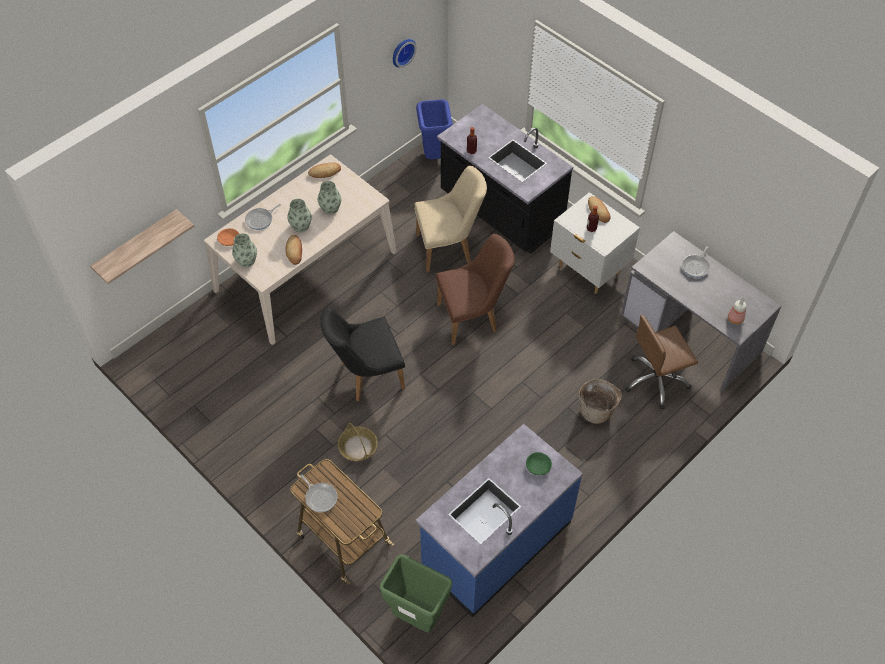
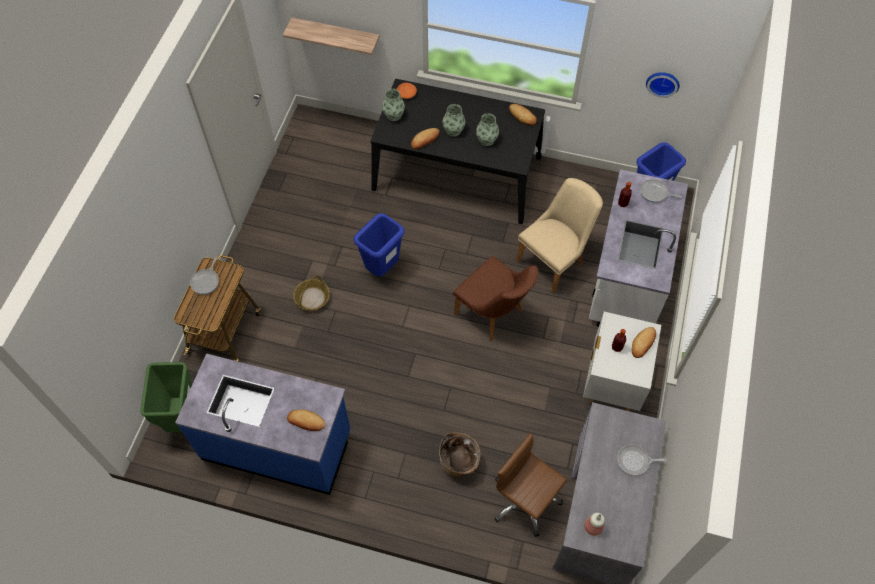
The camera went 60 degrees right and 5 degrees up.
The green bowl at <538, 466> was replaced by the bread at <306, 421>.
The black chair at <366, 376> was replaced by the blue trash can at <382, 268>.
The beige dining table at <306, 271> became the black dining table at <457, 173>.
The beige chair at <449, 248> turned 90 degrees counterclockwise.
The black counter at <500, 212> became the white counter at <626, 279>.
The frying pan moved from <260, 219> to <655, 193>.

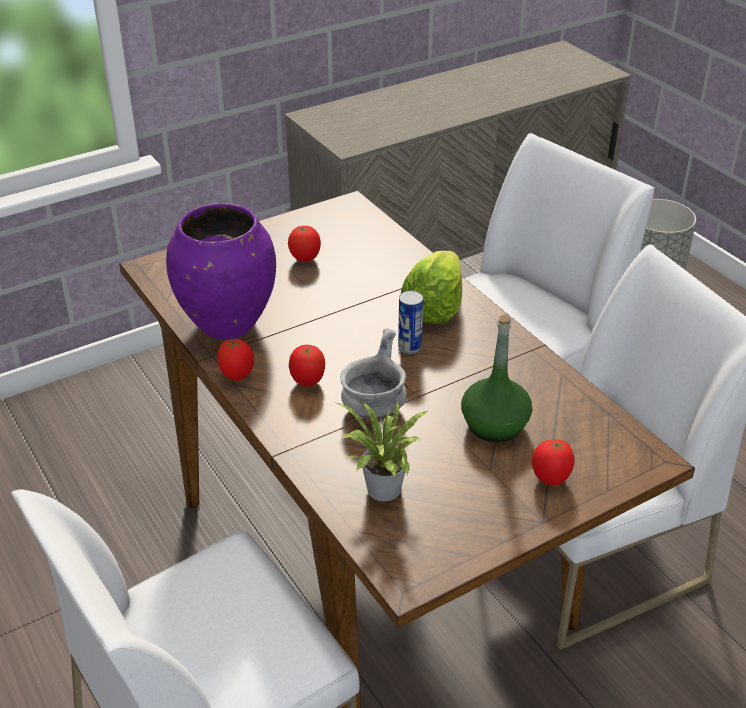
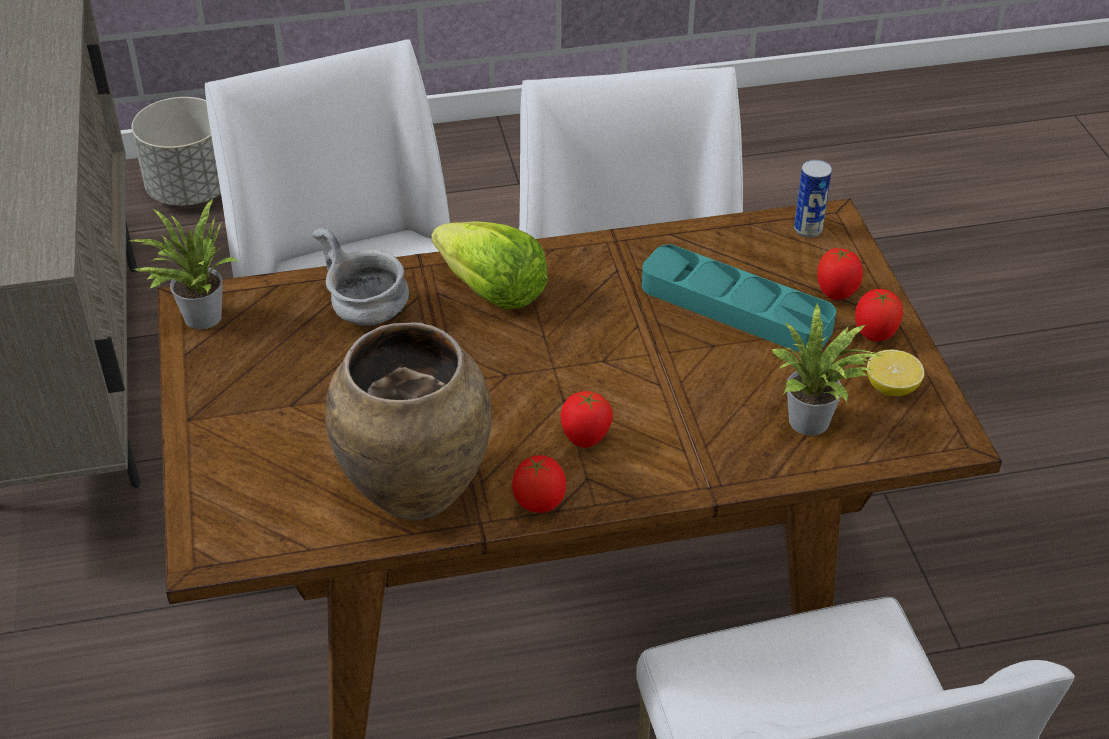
The camera went 70 degrees left and 5 degrees up.
The potted plant at <198, 316> appeared.
The grey bowl moved from <373, 406> to <367, 312>.
The purple vase at <226, 325> became the brown vase at <416, 494>.
The green bottle at <494, 425> was replaced by the turquoise tray at <735, 308>.
The can moved from <409, 347> to <808, 229>.
The tomato moved from <305, 259> to <874, 335>.
The lemon at <891, 388> appeared.

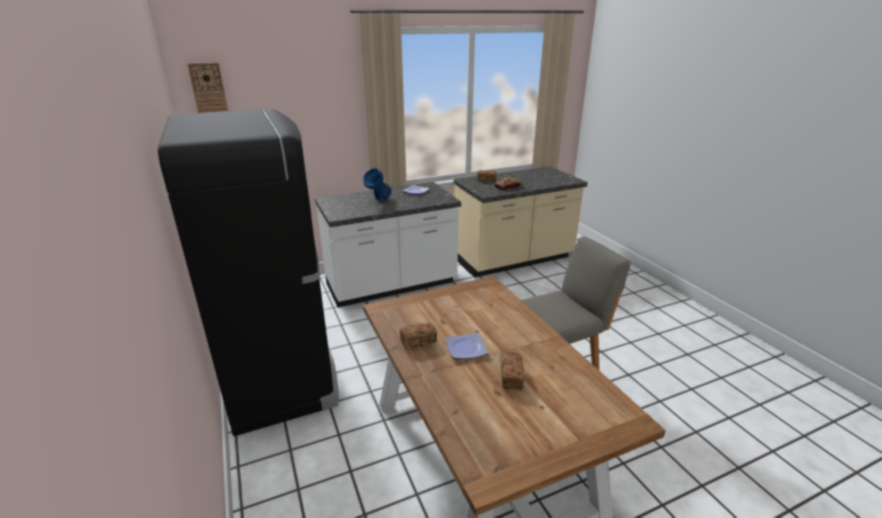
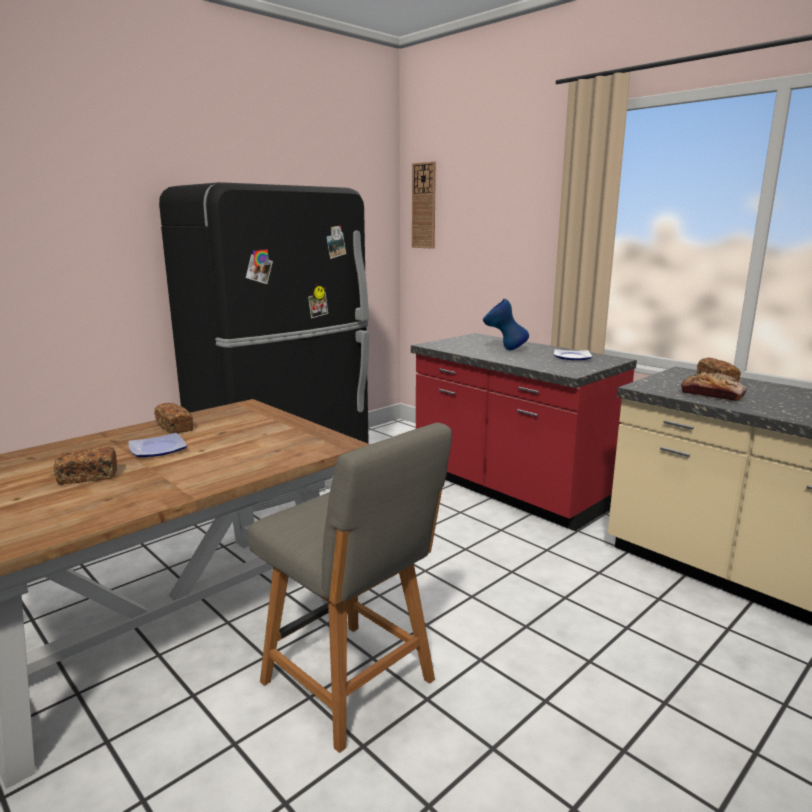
The camera went 70 degrees right and 10 degrees down.
The white counter at <391, 285> became the red counter at <510, 489>.

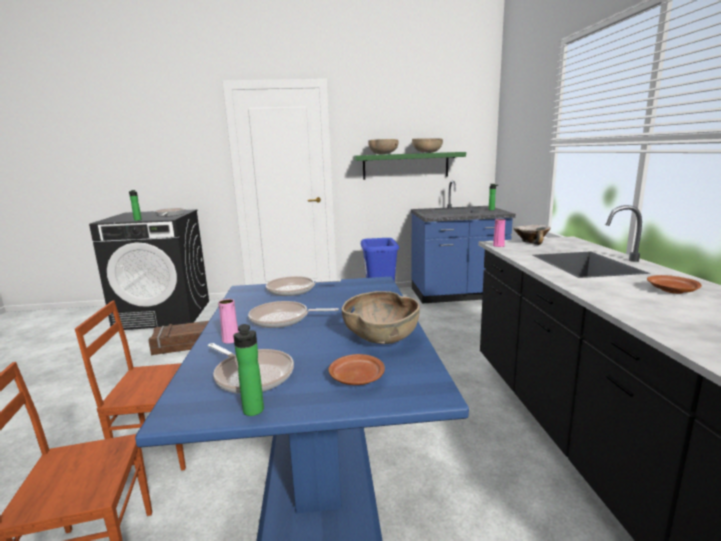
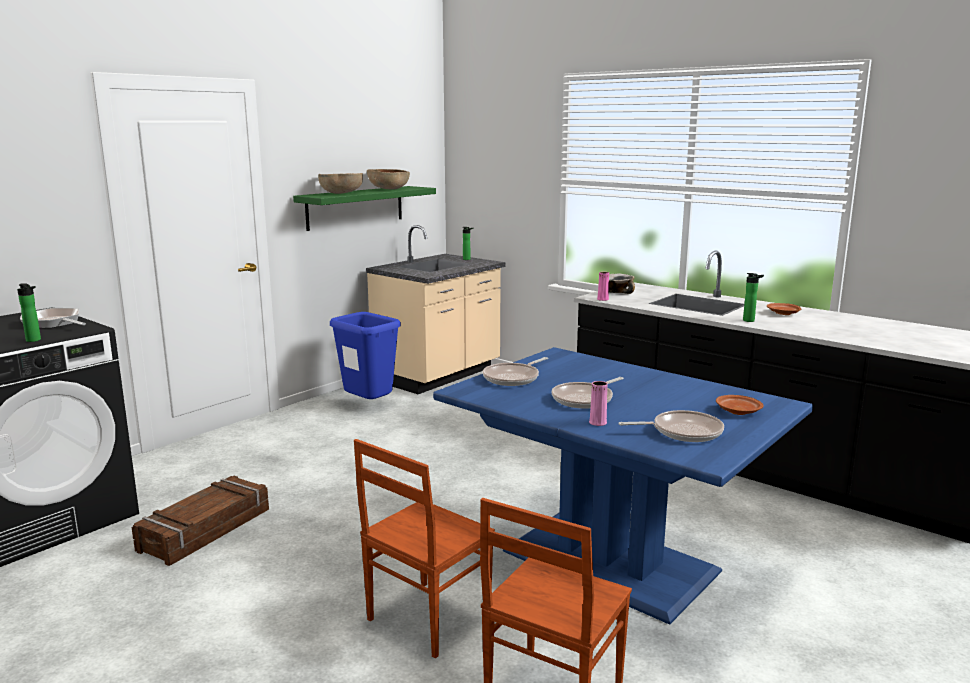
The camera went 45 degrees left and 0 degrees up.
The blue counter at <457, 294> became the beige counter at <439, 375>.
The bottle moved from <253, 412> to <750, 321>.
The brown bowl at <382, 337> disappeared.

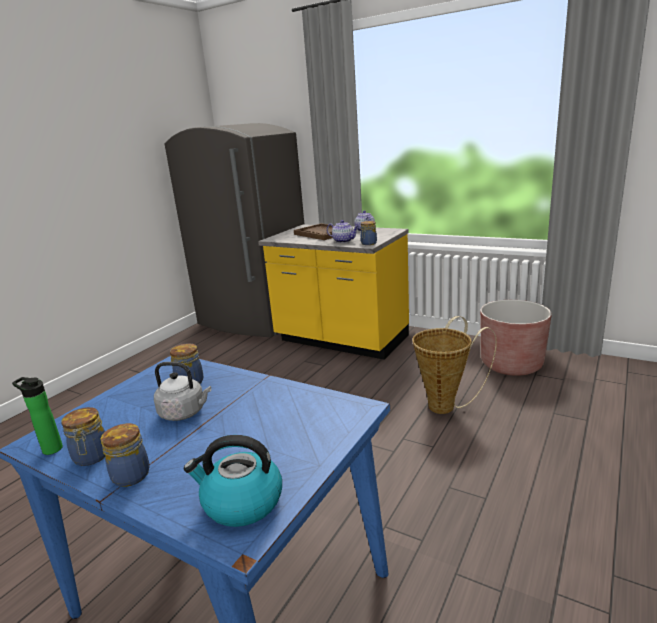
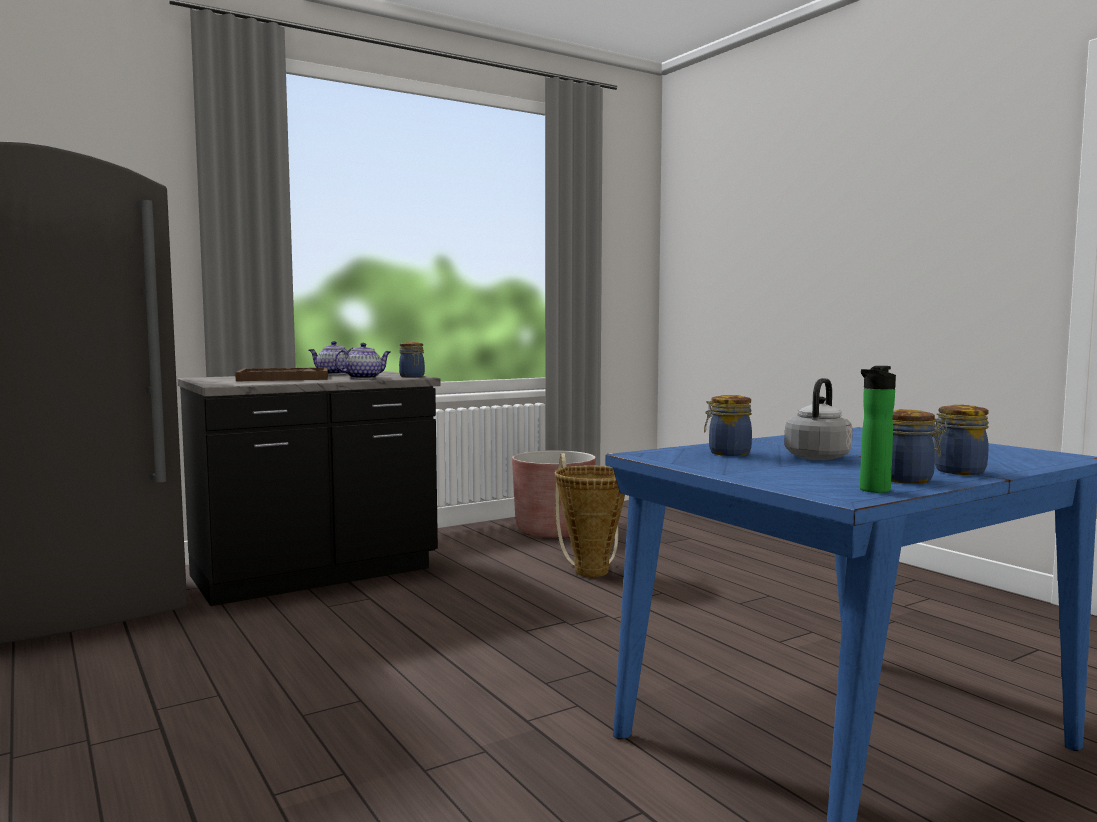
The camera went 65 degrees left and 15 degrees down.
The yellow counter at <341, 340> became the black counter at <315, 575>.
The kettle at <241, 503> disappeared.

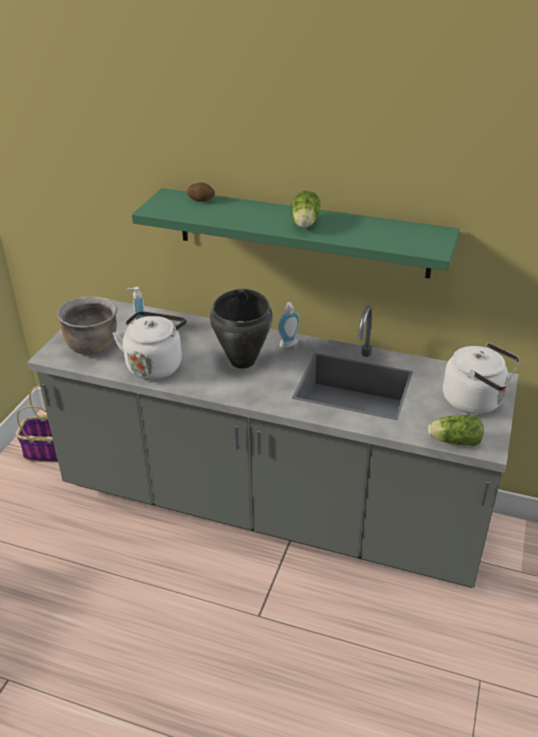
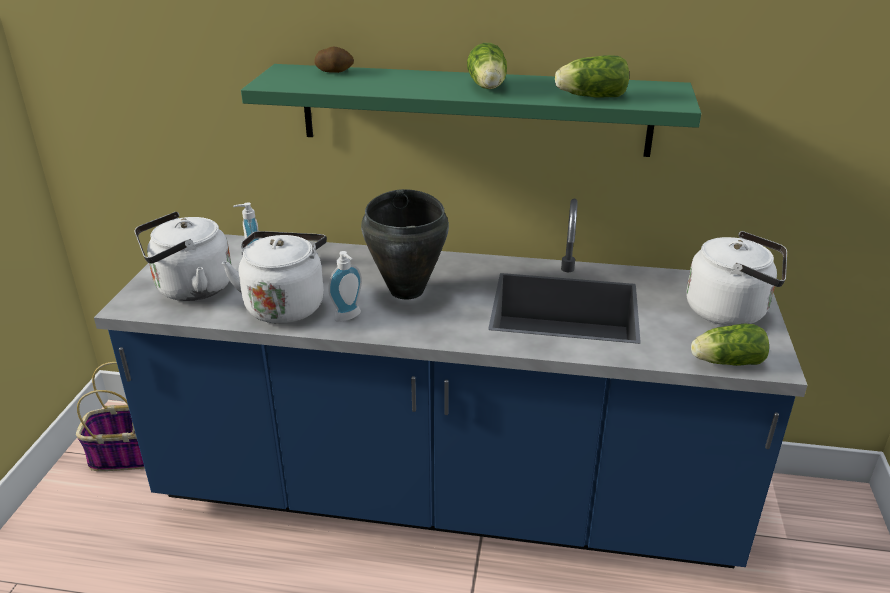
The camera went 10 degrees left and 5 degrees down.
The grey counter at <270, 508> became the blue counter at <445, 496>.
The brown cooking pot at <92, 346> was replaced by the white kettle at <189, 289>.
The soap dispenser moved from <289, 345> to <349, 317>.
The lettuce at <589, 96> appeared.

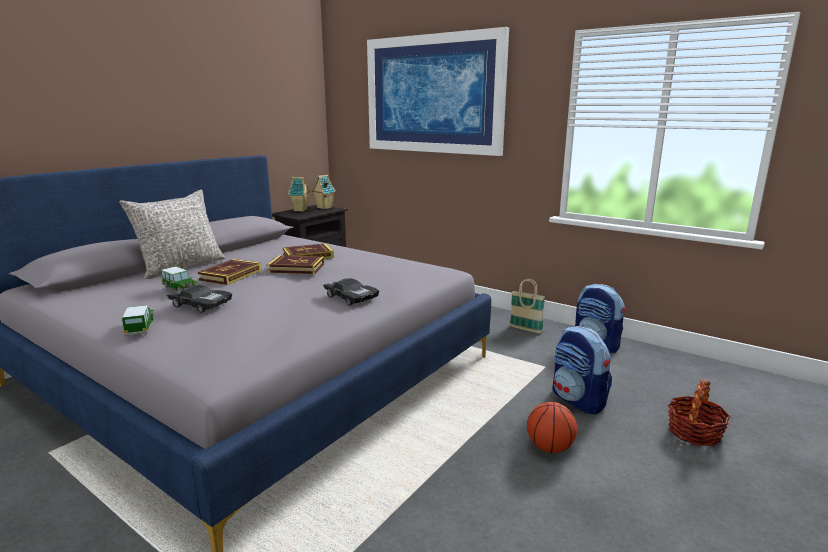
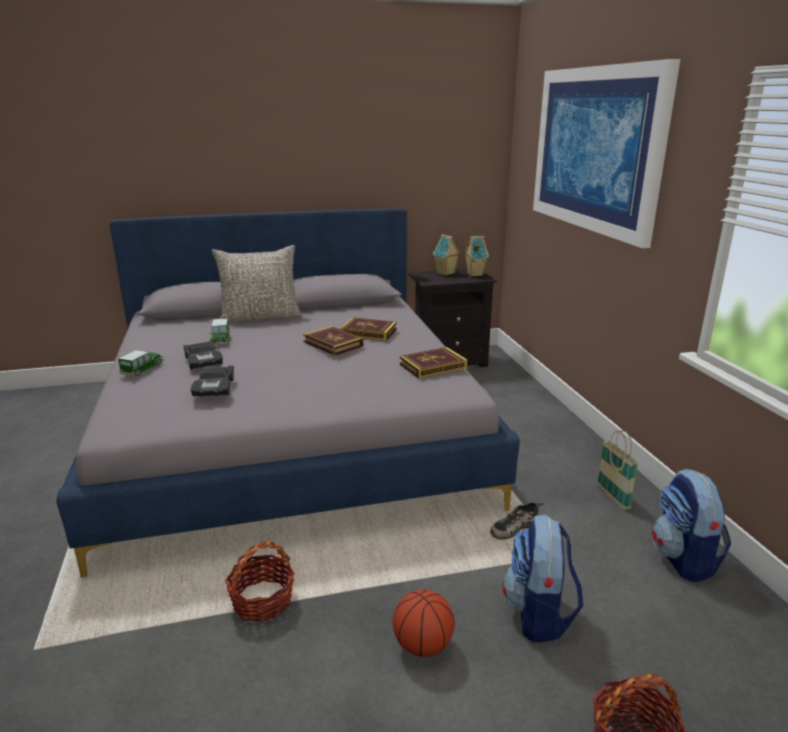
The camera went 40 degrees right and 5 degrees up.
The black toy car moved from <351, 297> to <214, 388>.
The basket at <262, 601> appeared.
The book moved from <231, 275> to <433, 366>.
The shoe at <515, 527> appeared.

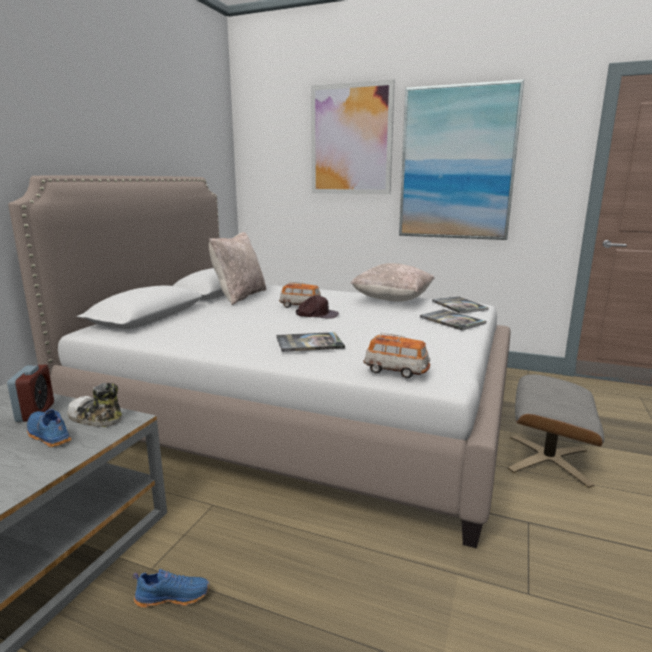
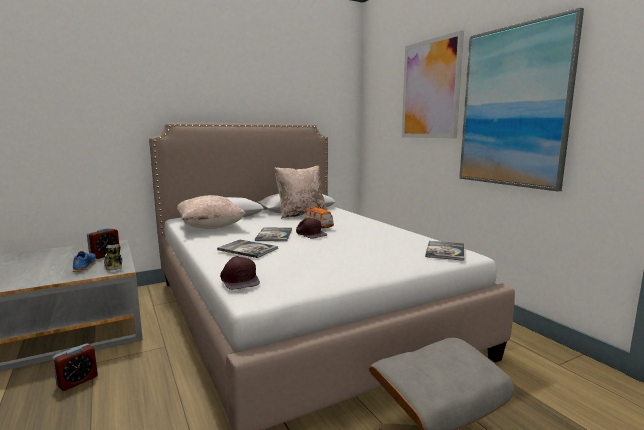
The camera went 40 degrees right and 5 degrees down.
The blue shoe at <173, 596> was replaced by the alarm clock at <77, 381>.
The beige pillow moved from <392, 300> to <210, 227>.
The toy car at <396, 371> was replaced by the brown cap at <240, 280>.
The book moved from <452, 320> to <274, 235>.

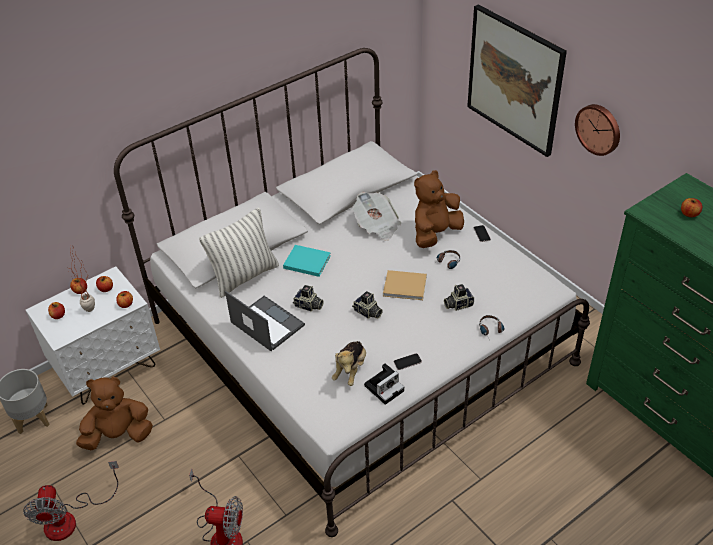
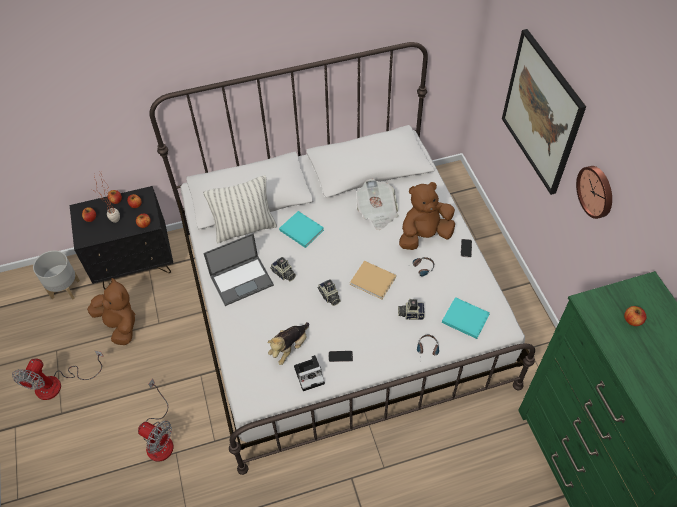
The camera went 20 degrees right and 10 degrees up.
The white nightstand at <108, 369> became the black nightstand at <135, 264>.
The brown plush toy at <118, 435> turned 45 degrees clockwise.
The laptop at <266, 323> turned 90 degrees clockwise.
The turquoise book at <464, 318> appeared.

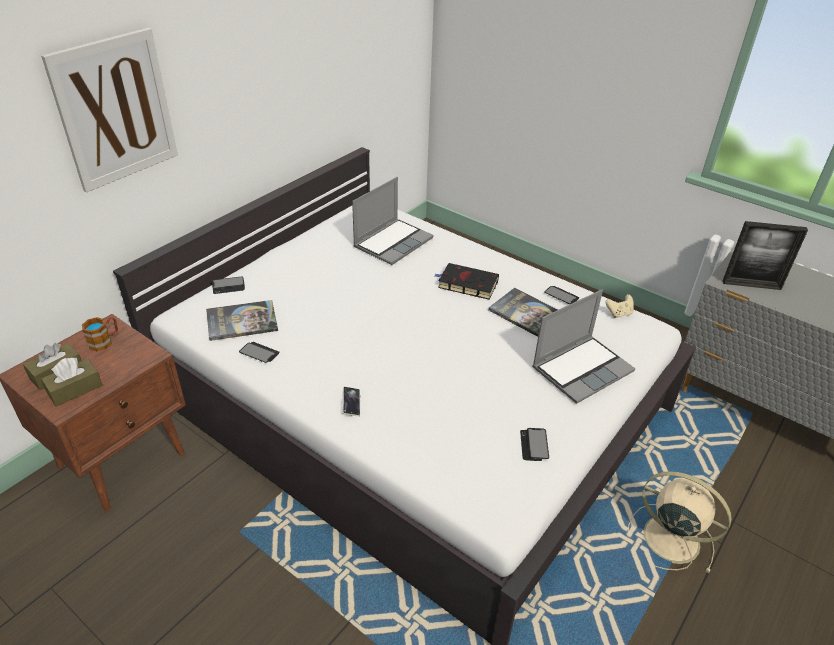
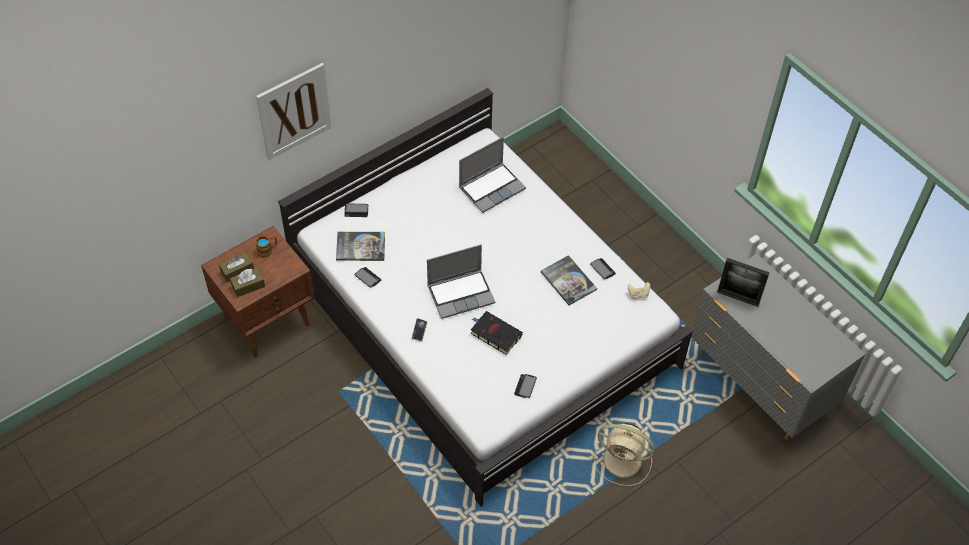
The camera went 15 degrees right and 15 degrees up.
The laptop moved from <582, 369> to <461, 294>.
The black book moved from <466, 284> to <494, 334>.
The beige fan at <668, 537> turned 150 degrees clockwise.

